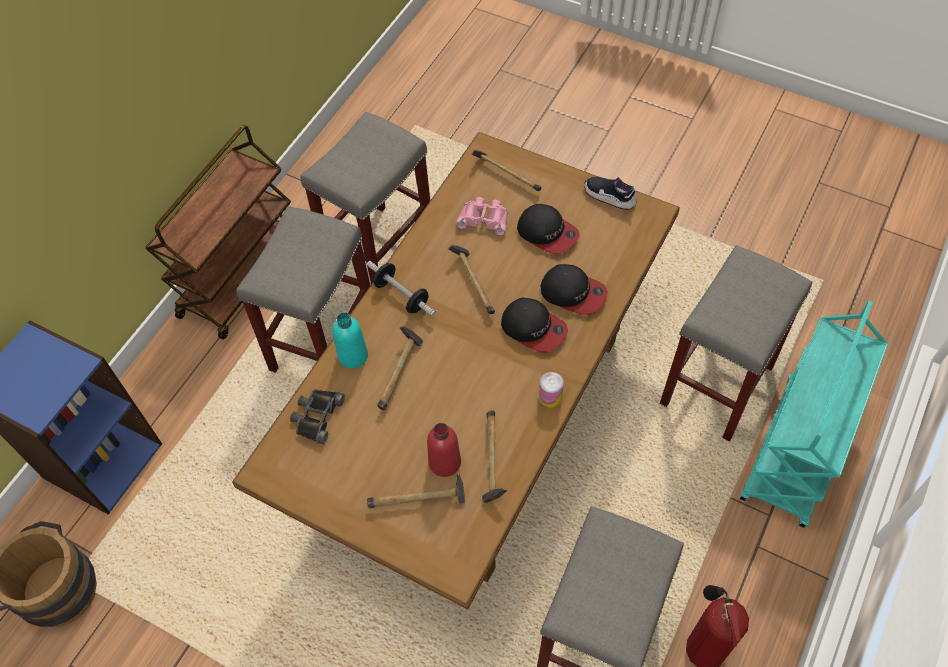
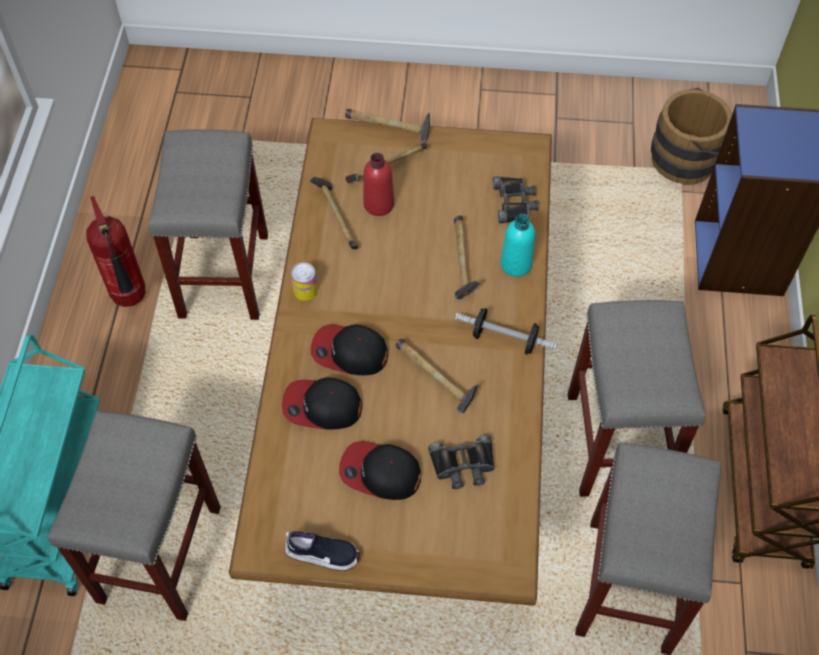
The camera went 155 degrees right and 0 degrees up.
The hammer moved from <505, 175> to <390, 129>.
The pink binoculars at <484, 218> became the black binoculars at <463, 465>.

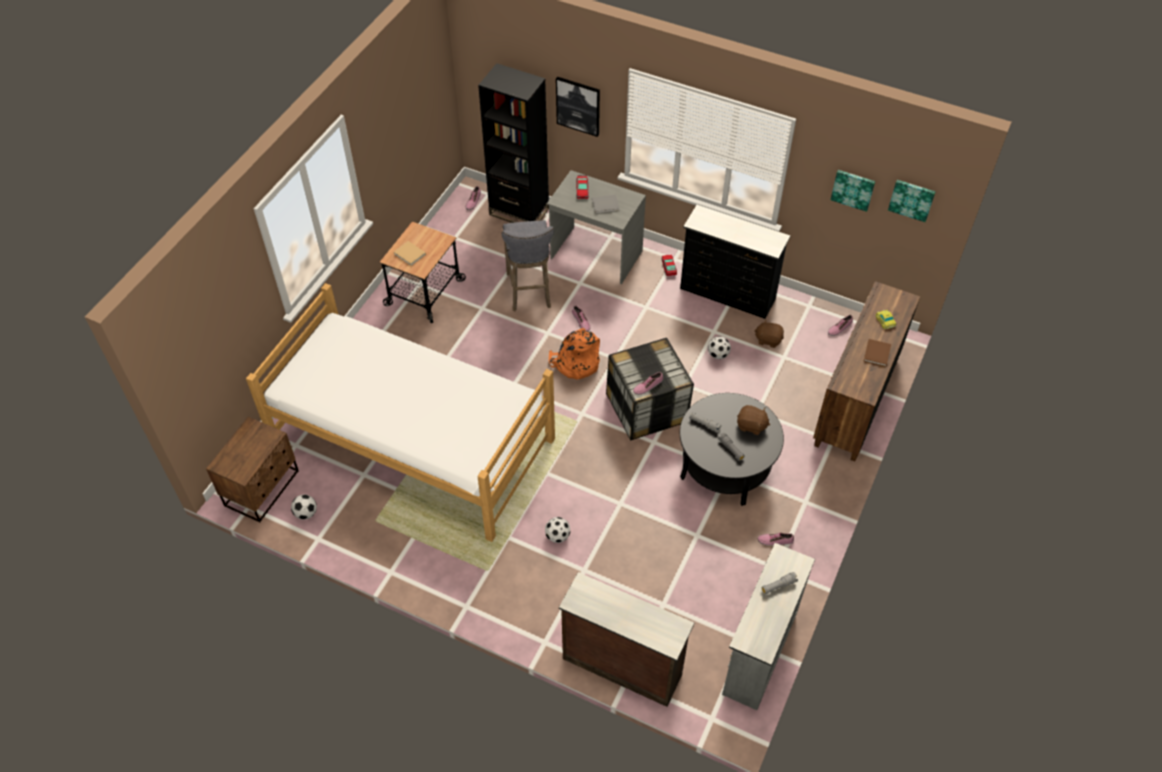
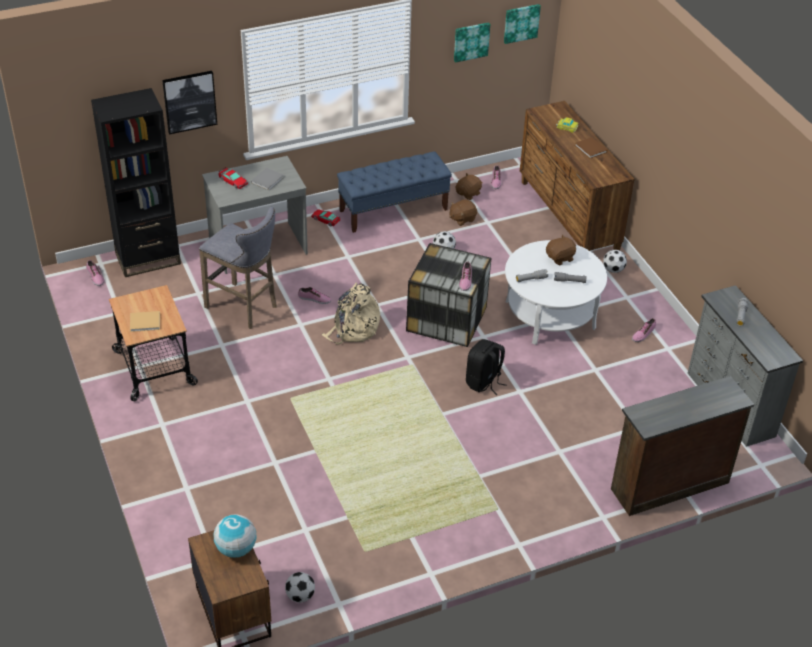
The camera went 50 degrees left and 10 degrees down.
The globe at <236, 549> appeared.
The orange backpack at <575, 363> became the beige backpack at <353, 329>.
The black dresser at <727, 295> was replaced by the blue bench at <393, 210>.
The brown plush toy at <468, 194> appeared.
The black backpack at <484, 382> appeared.
The black coffee table at <725, 466> became the white coffee table at <550, 314>.
The football moved from <557, 536> to <613, 270>.
The bed at <413, 441> disappeared.

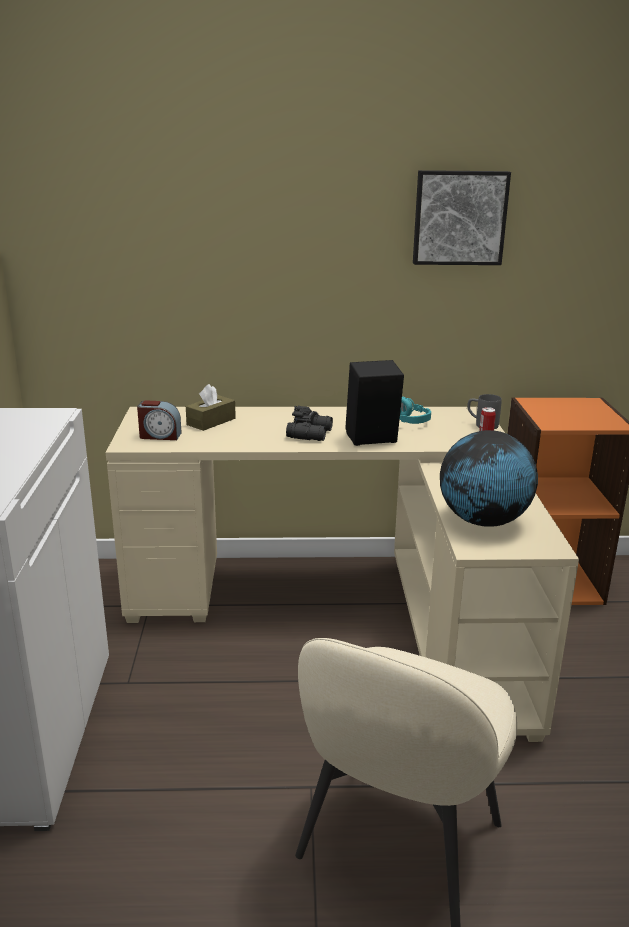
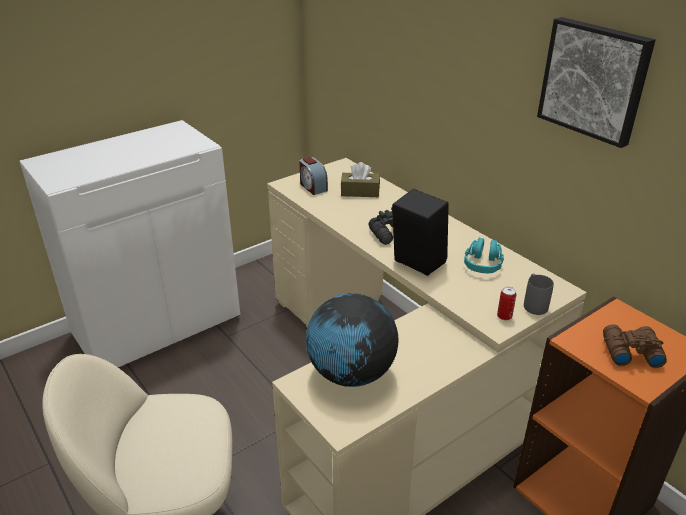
The camera went 55 degrees right and 10 degrees up.
The brown binoculars at <629, 351> appeared.

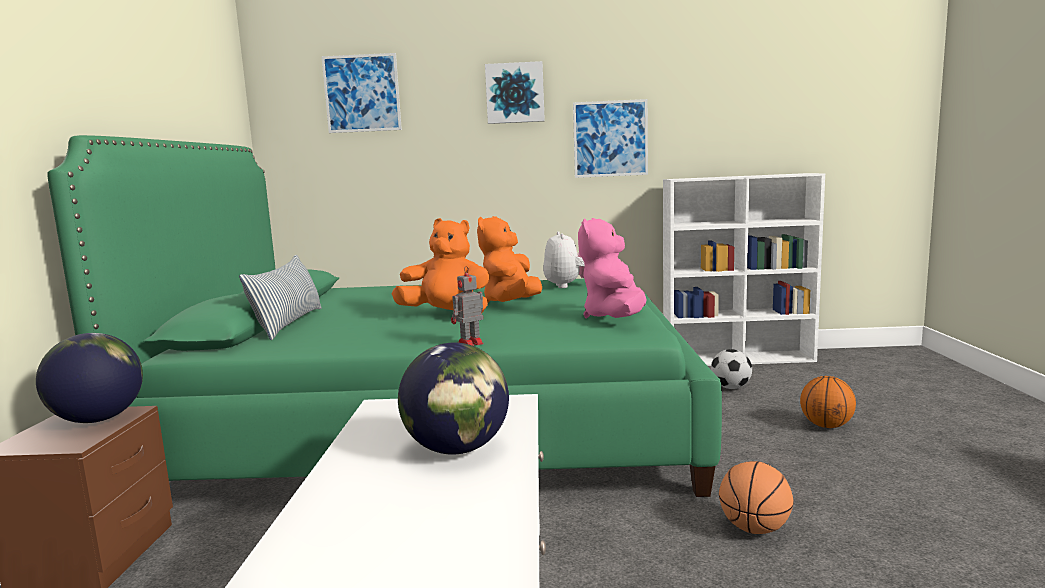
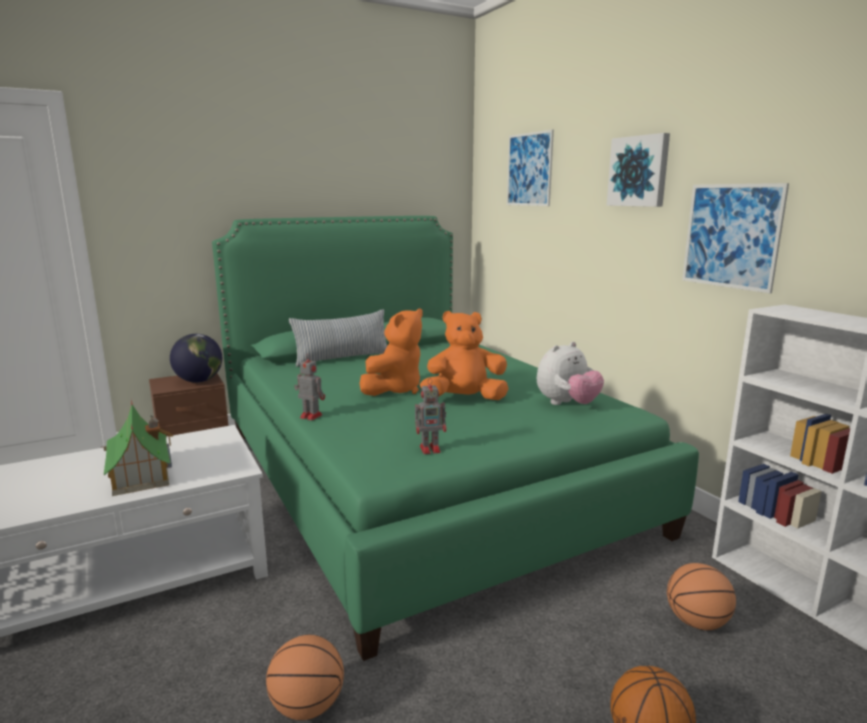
The camera went 60 degrees right and 5 degrees up.
The globe at <457, 449> was replaced by the toy house at <140, 474>.
The orange plush toy at <447, 315> turned 45 degrees clockwise.
The pink plush toy at <615, 318> was replaced by the toy robot at <431, 449>.
The football at <730, 387> was replaced by the basketball at <696, 622>.

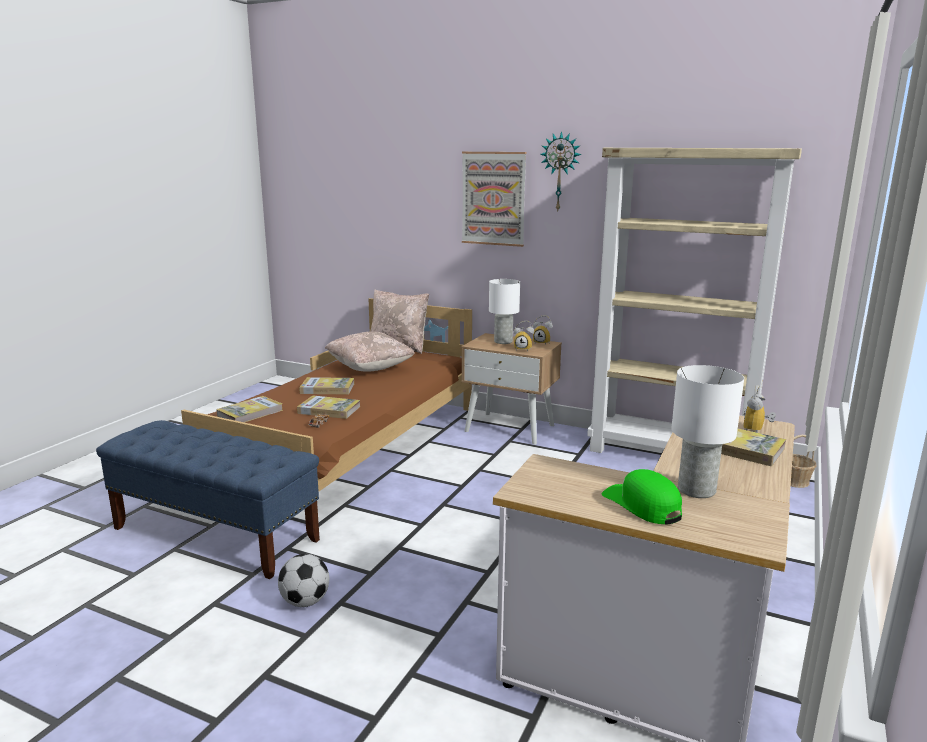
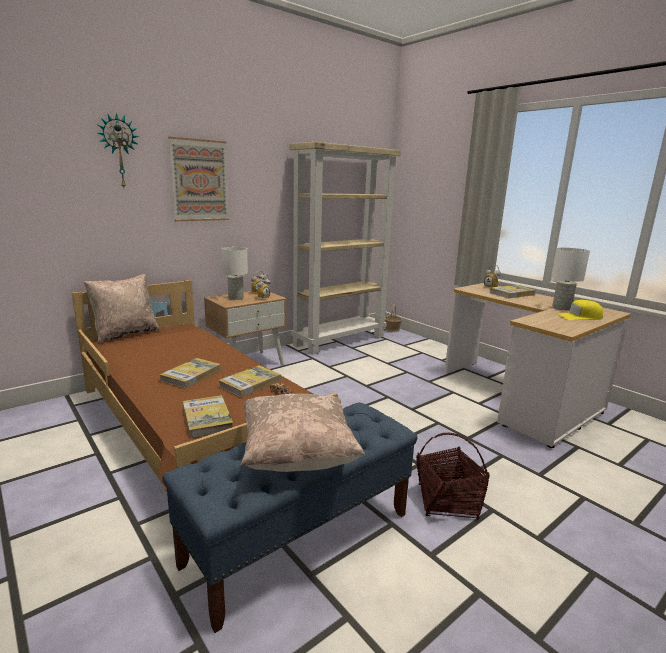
The camera went 65 degrees left and 0 degrees up.
The wall clock moved from <560, 172> to <119, 152>.
The beige pillow moved from <370, 368> to <297, 455>.
The football at <305, 602> was replaced by the basket at <447, 502>.
The green cap at <642, 505> became the yellow cap at <580, 317>.

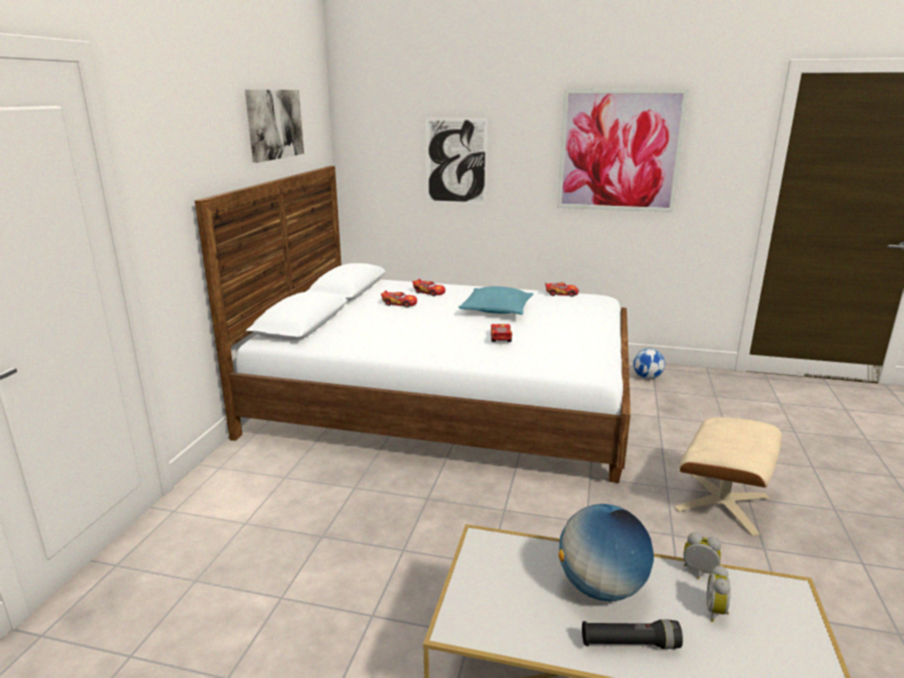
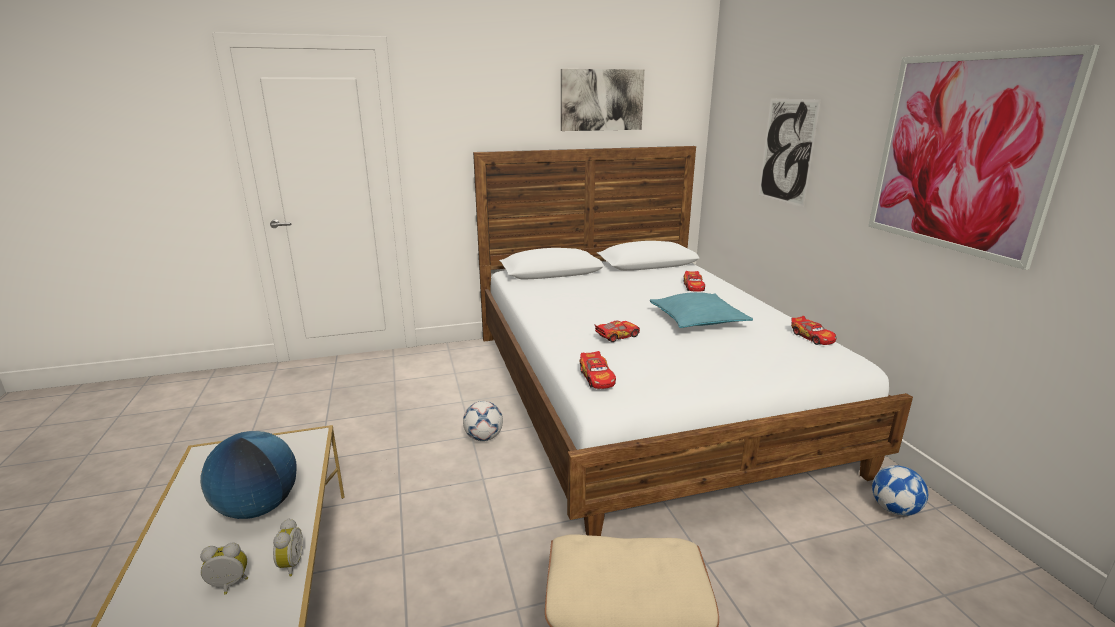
The camera went 60 degrees right and 0 degrees up.
The football at <483, 437> appeared.
The toy car moved from <399, 304> to <597, 378>.
The black flashlight at <629, 643> disappeared.

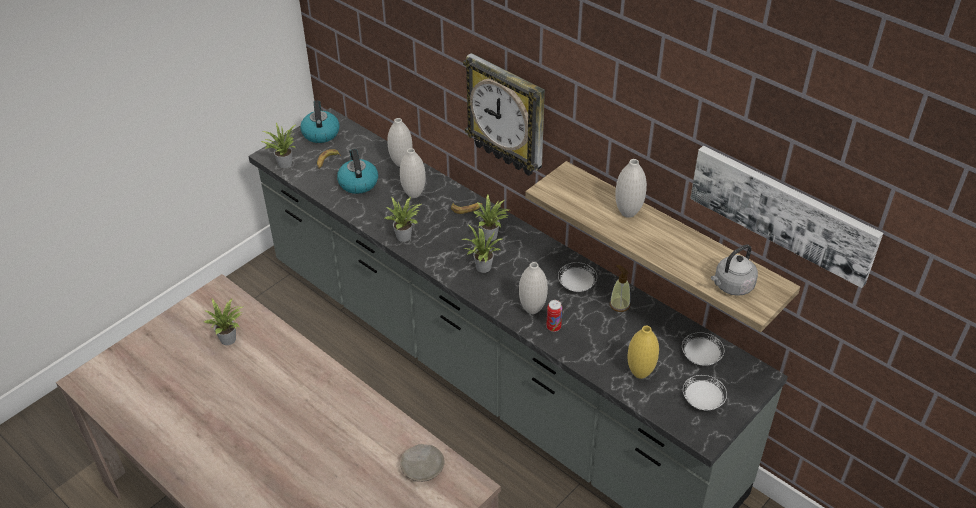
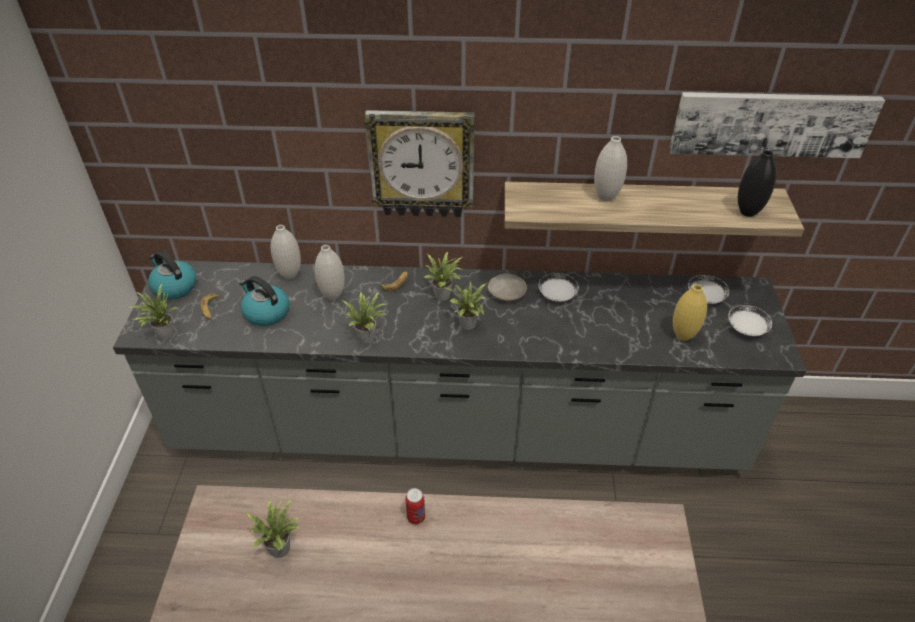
The camera went 40 degrees left and 0 degrees up.
The can moved from <553, 327> to <416, 517>.
The beige plate moved from <423, 467> to <507, 292>.
The grey kettle at <732, 286> was replaced by the black vase at <747, 212>.
The white vase at <532, 309> disappeared.
The soap dispenser at <619, 304> disappeared.

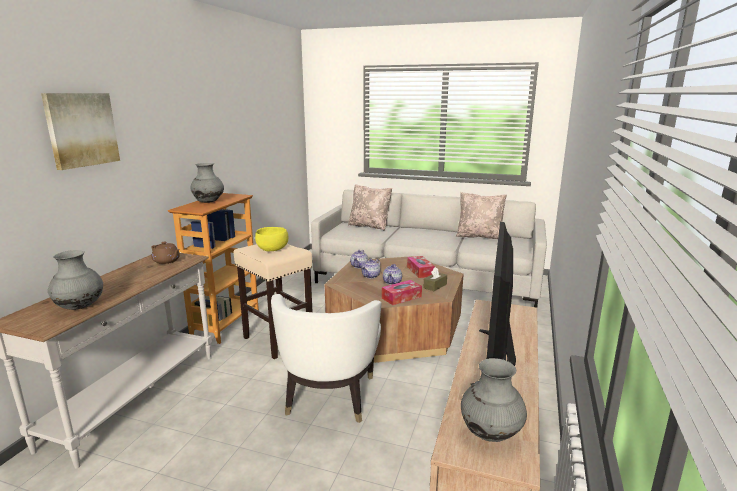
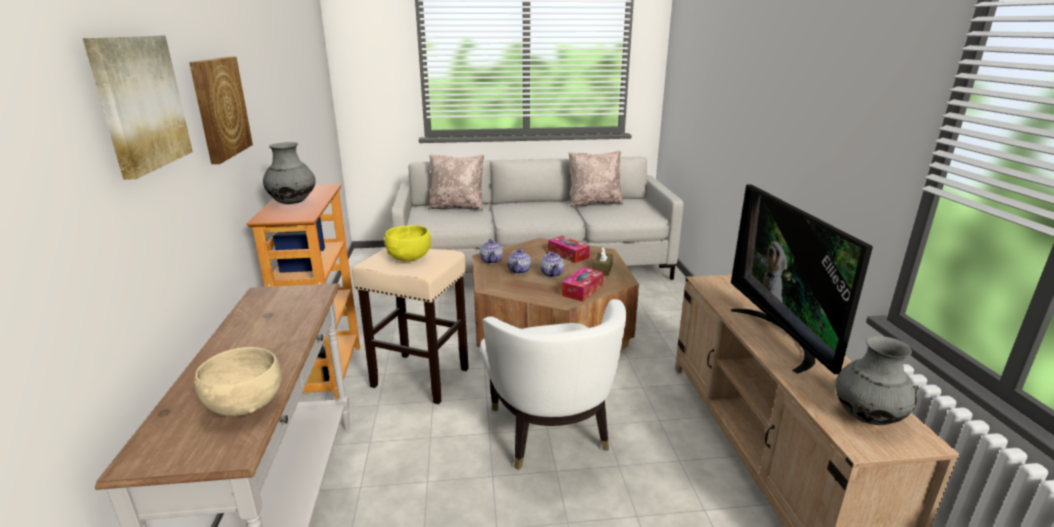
The camera went 25 degrees left and 5 degrees up.
The picture at <219, 108> appeared.
The grey vase at <80, 307> was replaced by the beige bowl at <244, 404>.
The brown teapot at <167, 261> disappeared.

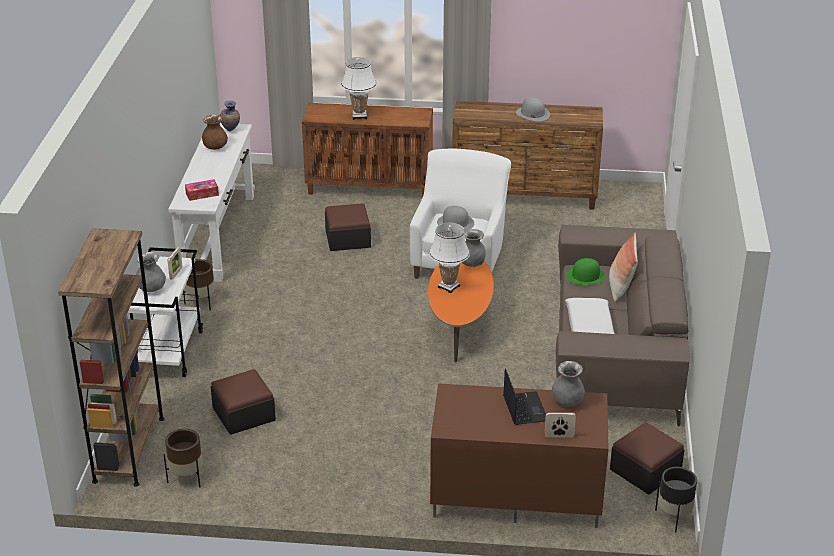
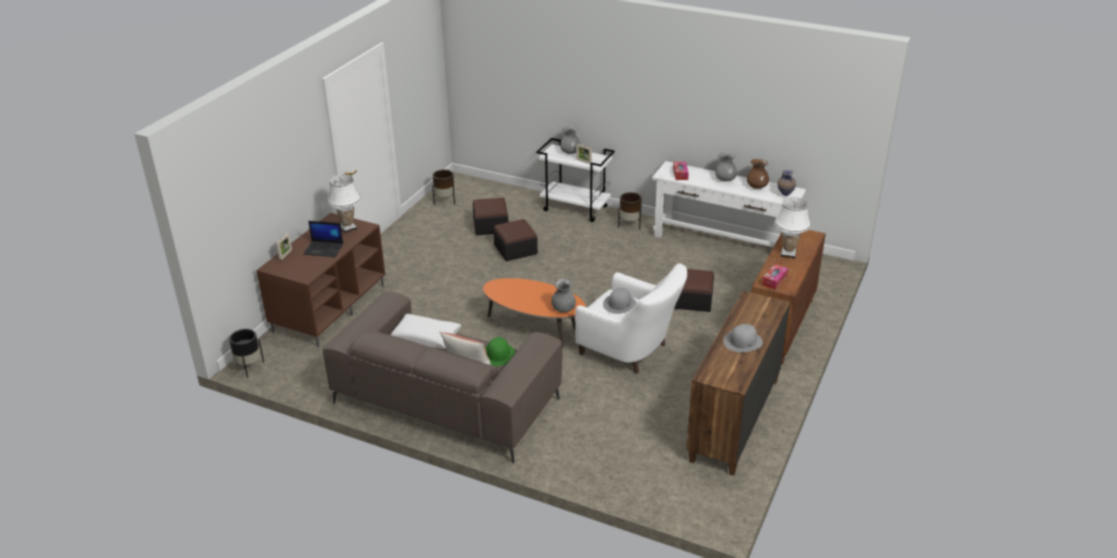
The camera went 110 degrees right and 0 degrees up.
The white table lamp moved from <449, 286> to <348, 228>.
The ottoman moved from <645, 470> to <515, 249>.
The grey vase moved from <567, 401> to <725, 179>.
The tissue box at <774, 280> appeared.
The brown bookcase at <129, 449> disappeared.

